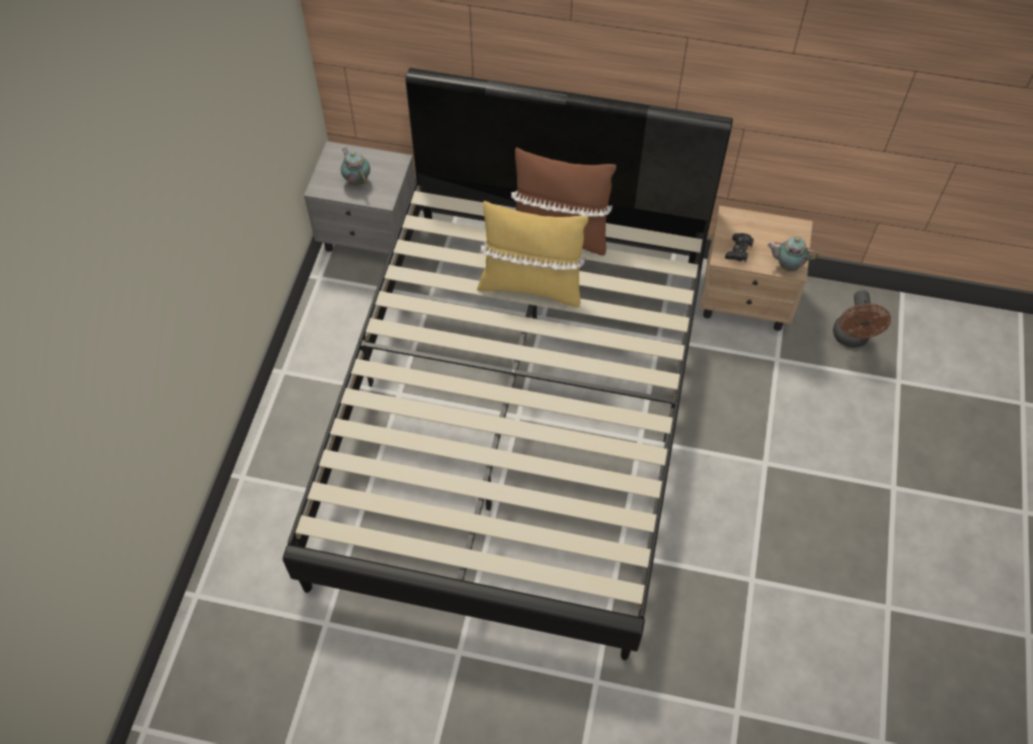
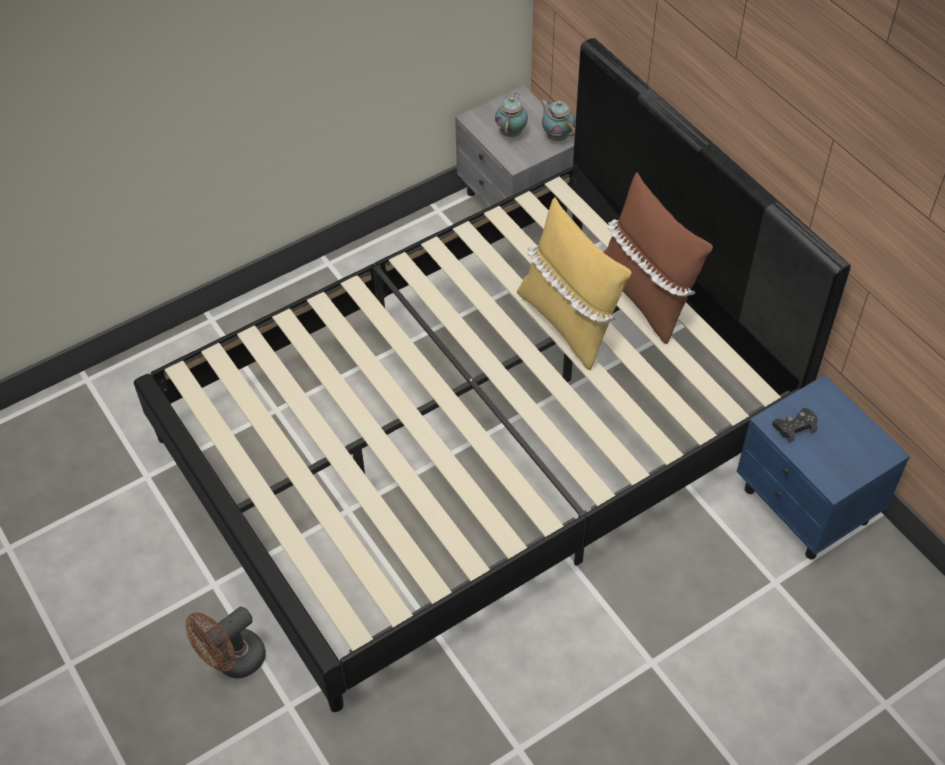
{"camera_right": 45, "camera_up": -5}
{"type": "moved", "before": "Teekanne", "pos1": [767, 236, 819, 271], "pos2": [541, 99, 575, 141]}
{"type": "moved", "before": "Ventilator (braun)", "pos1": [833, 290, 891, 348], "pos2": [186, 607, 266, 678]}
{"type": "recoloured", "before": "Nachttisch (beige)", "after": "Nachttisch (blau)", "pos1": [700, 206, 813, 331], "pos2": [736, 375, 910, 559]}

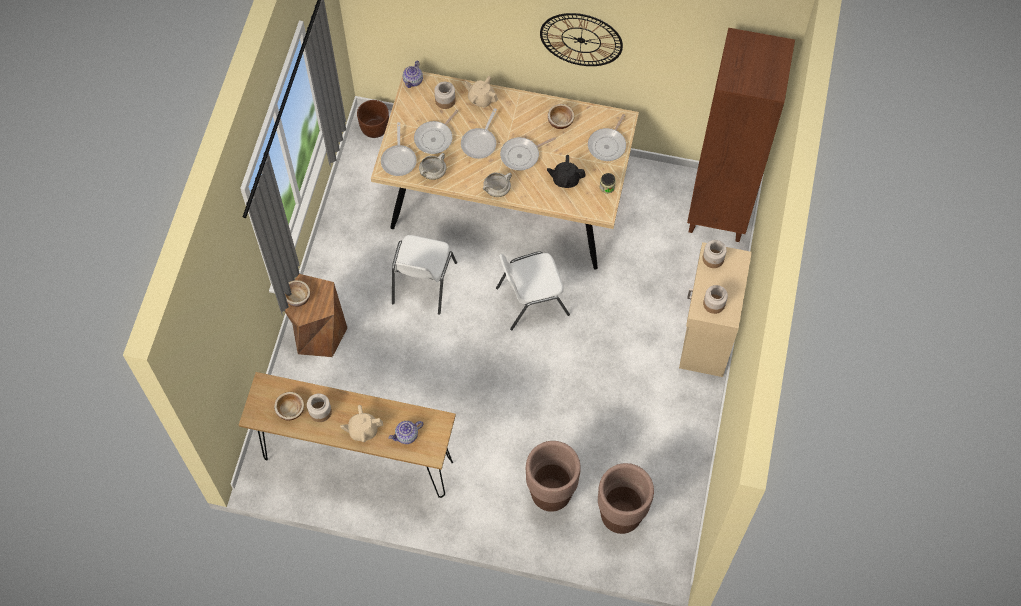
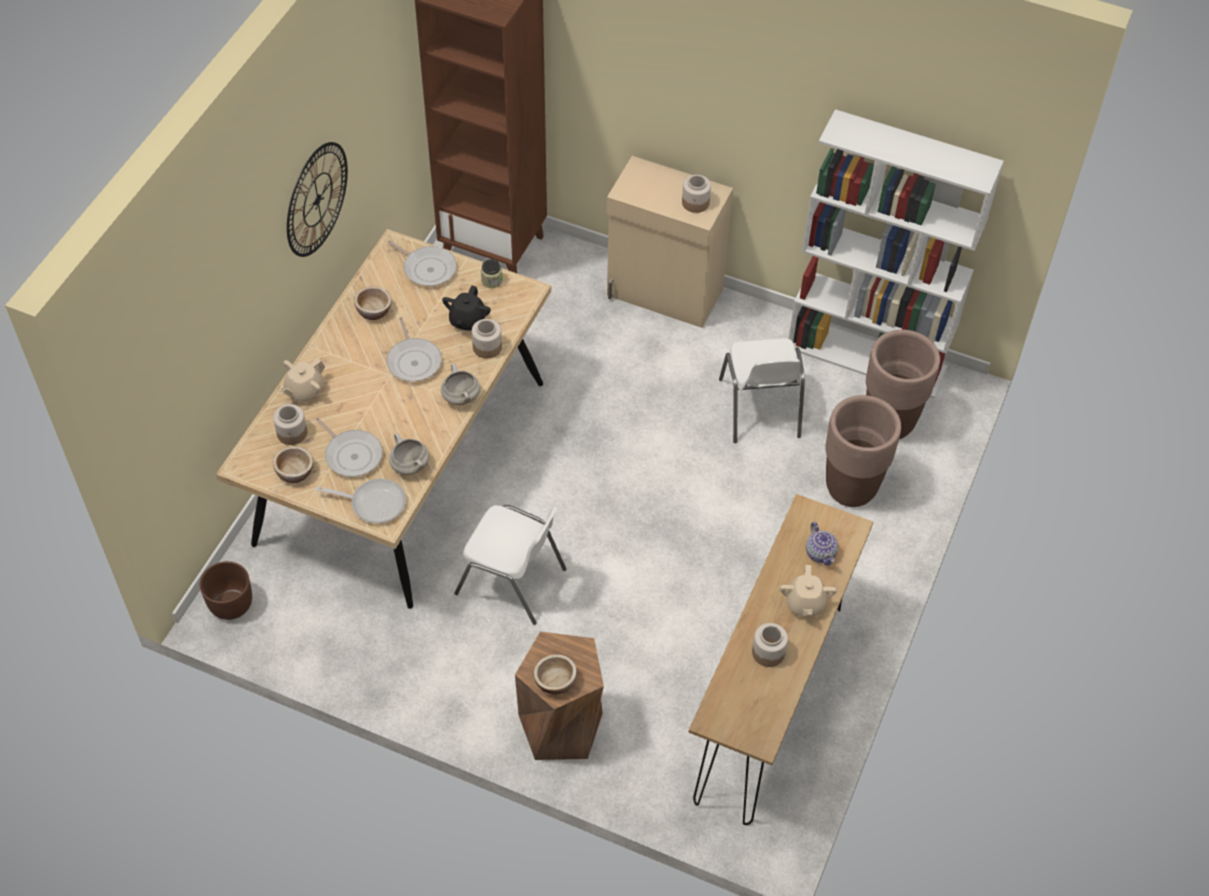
{"camera_right": -80, "camera_up": -10}
{"type": "removed", "before": "Teekanne", "pos1": [403, 61, 423, 88]}
{"type": "removed", "before": "Pfanne", "pos1": [461, 108, 497, 159]}
{"type": "added", "after": "Bücherregal (weiß)", "pos2": [789, 109, 1004, 398]}
{"type": "moved", "before": "Schüssel", "pos1": [274, 392, 304, 420], "pos2": [273, 446, 313, 483]}
{"type": "moved", "before": "Stuhl (weiß)", "pos1": [496, 252, 570, 330], "pos2": [719, 338, 805, 443]}
{"type": "moved", "before": "Vorratsglas", "pos1": [702, 240, 727, 268], "pos2": [472, 319, 502, 359]}

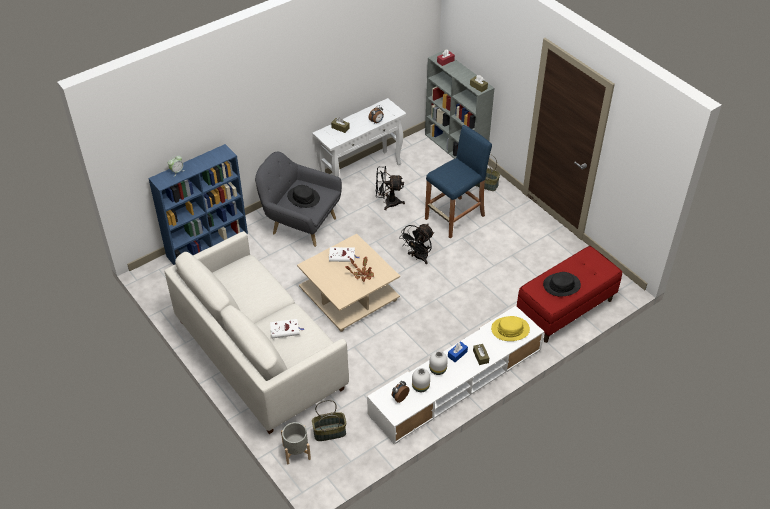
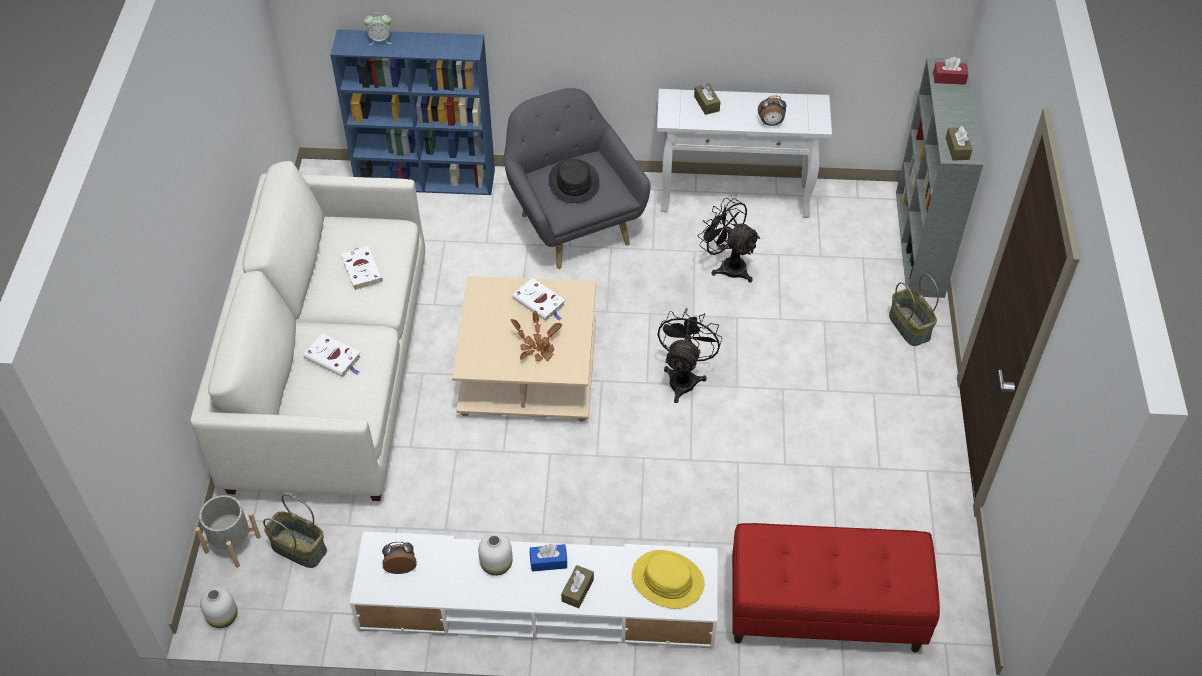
{"camera_right": 40, "camera_up": 5}
{"type": "removed", "before": "Hocker (blau)", "pos1": [425, 125, 492, 239]}
{"type": "removed", "before": "Hut (schwarz)", "pos1": [543, 272, 581, 296]}
{"type": "added", "after": "Buch (weiß)", "pos2": [341, 246, 383, 290]}
{"type": "moved", "before": "Vase (weiß)", "pos1": [412, 368, 430, 392], "pos2": [200, 586, 237, 628]}
{"type": "turned", "before": "Ventilator (schwarz)", "pos1": [399, 224, 434, 264], "pos2": [657, 308, 722, 403], "turn": 120}

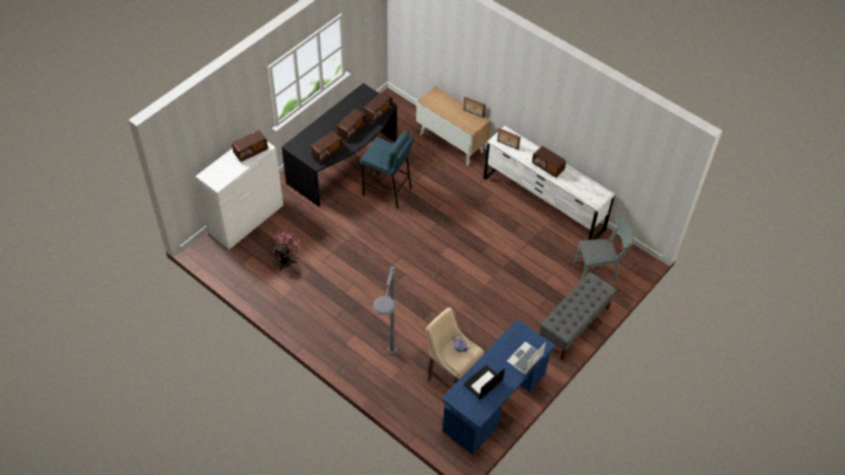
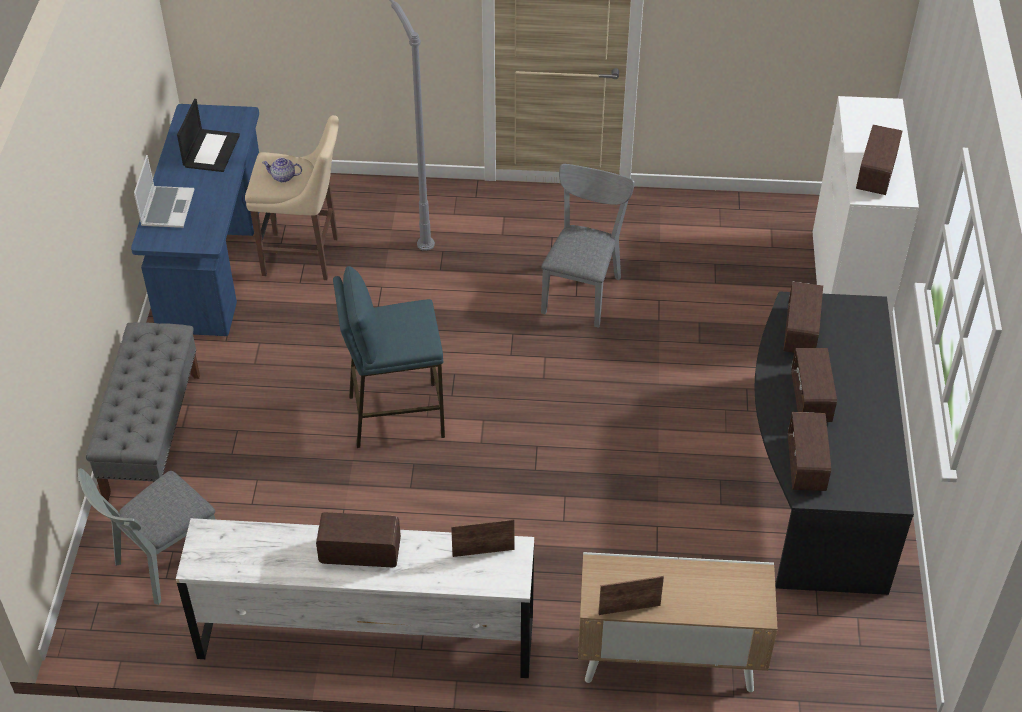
{"camera_right": 145, "camera_up": -5}
{"type": "removed", "before": "Ventilator (rosa)", "pos1": [273, 230, 302, 271]}
{"type": "added", "after": "Stuhl (grau)", "pos2": [541, 164, 635, 328]}
{"type": "moved", "before": "Hocker (blau)", "pos1": [361, 130, 414, 209], "pos2": [333, 266, 445, 448]}

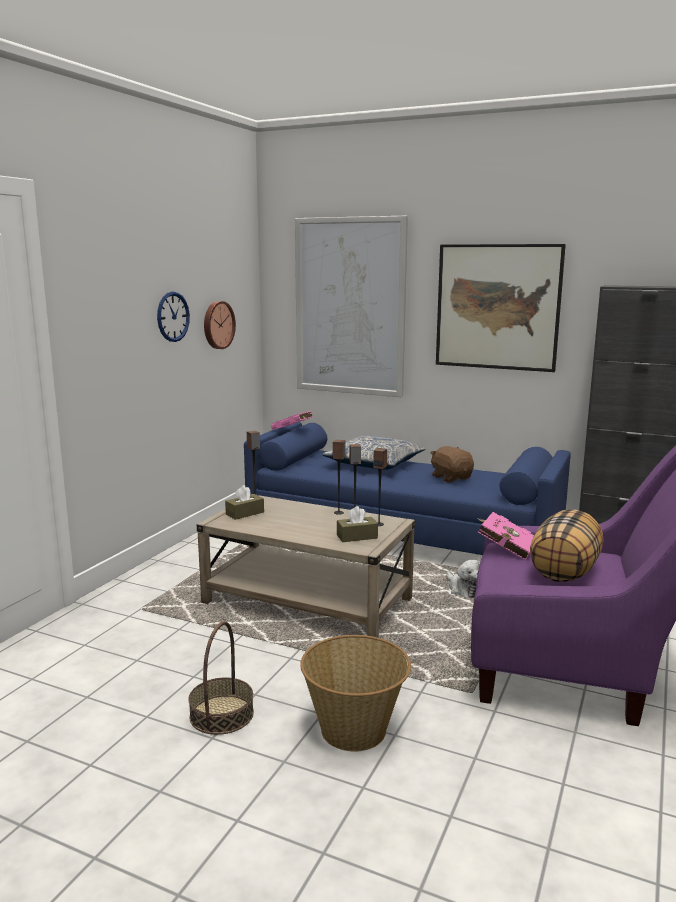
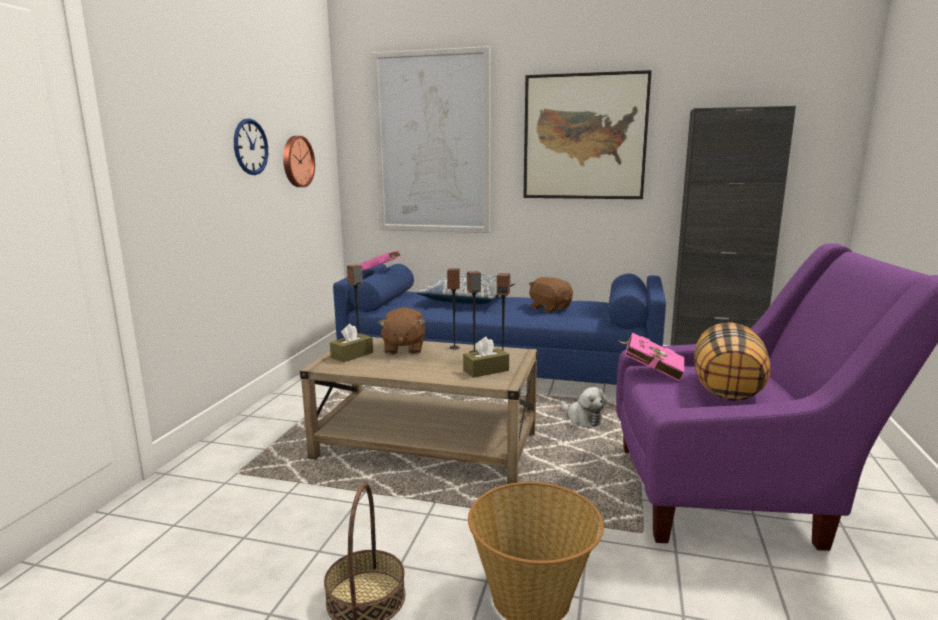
{"camera_right": -10, "camera_up": 0}
{"type": "added", "after": "Plüschtier (braun)", "pos2": [378, 307, 425, 354]}

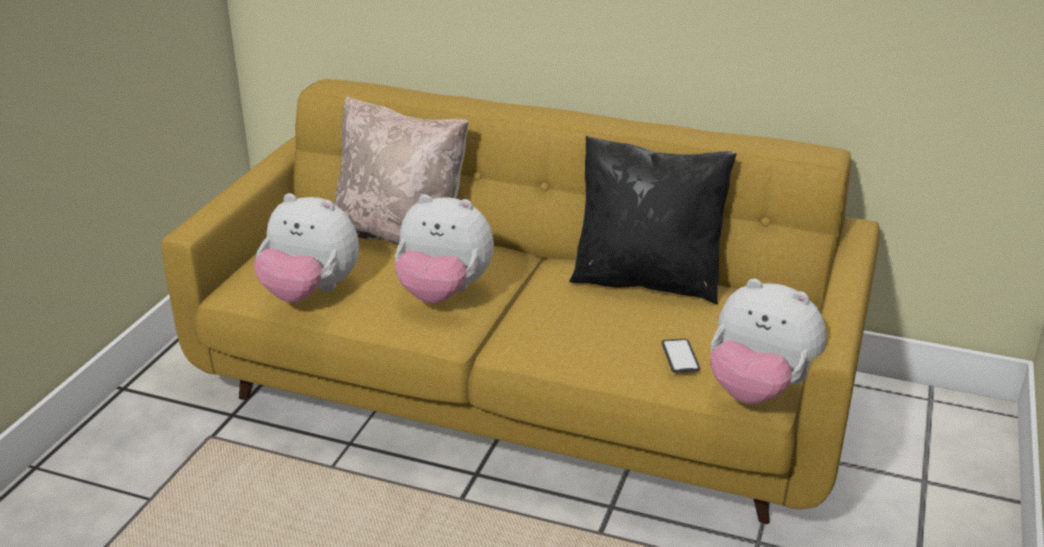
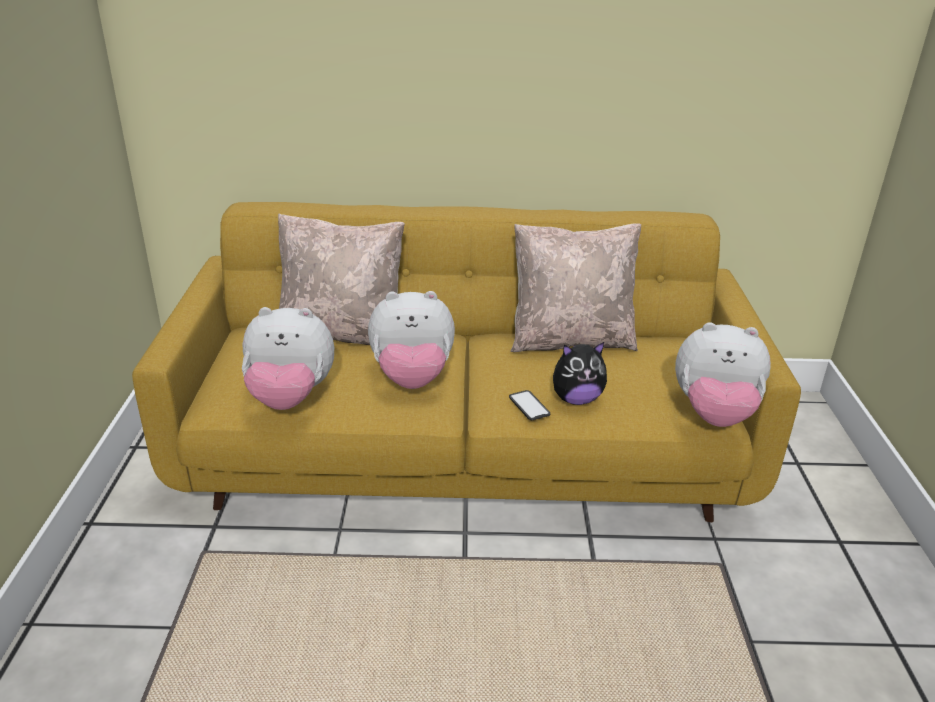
{"camera_right": -20, "camera_up": 0}
{"type": "added", "after": "Plüschtier", "pos2": [553, 342, 607, 405]}
{"type": "moved", "before": "Handy", "pos1": [662, 339, 700, 373], "pos2": [509, 390, 550, 420]}
{"type": "recoloured", "before": "Kissen (schwarz)", "after": "Kissen (beige)", "pos1": [569, 136, 736, 304], "pos2": [510, 223, 641, 352]}

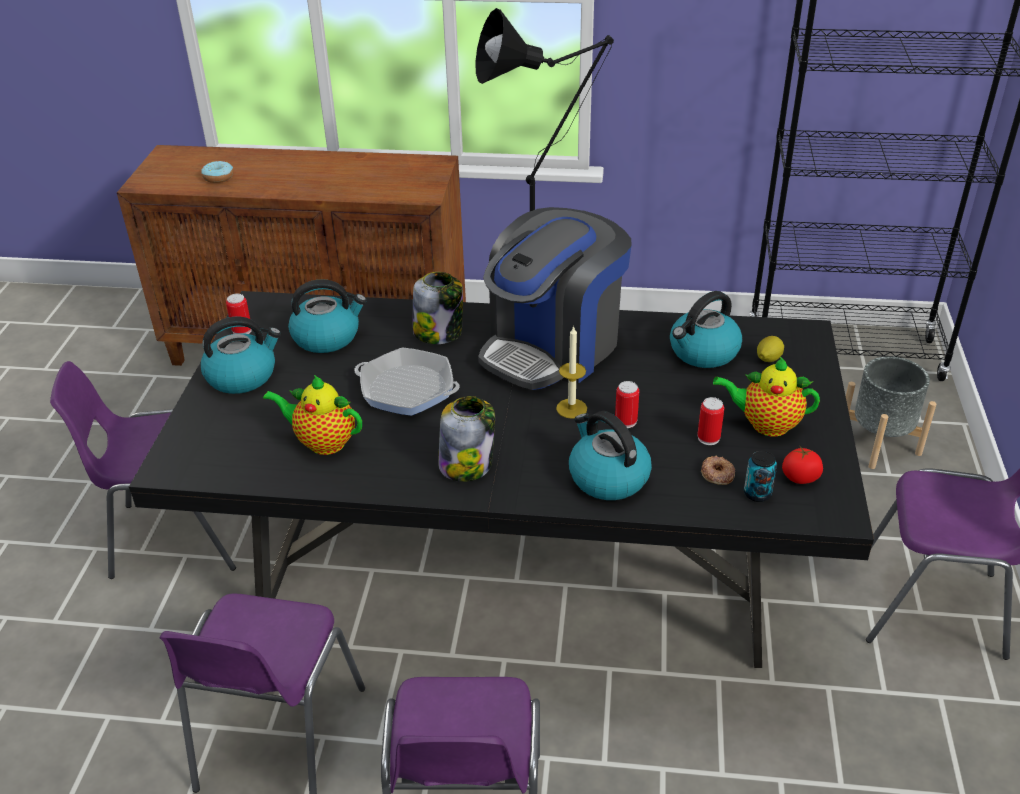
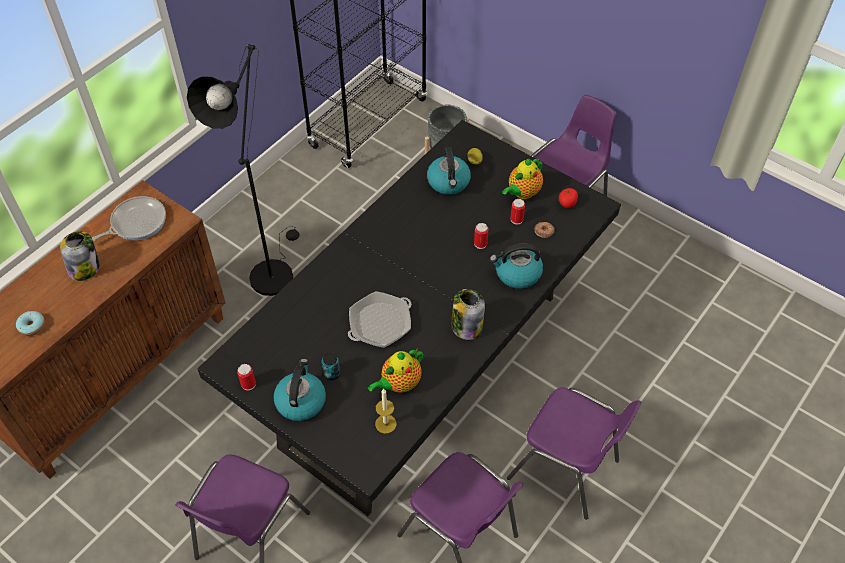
{"camera_right": -60, "camera_up": 15}
{"type": "removed", "before": "Wasserkessel", "pos1": [288, 279, 367, 353]}
{"type": "removed", "before": "Kaffeemaschine", "pos1": [478, 207, 631, 390]}
{"type": "added", "after": "Pfanne", "pos2": [92, 196, 166, 241]}
{"type": "moved", "before": "Vorratsglas", "pos1": [413, 272, 463, 344], "pos2": [60, 231, 100, 281]}
{"type": "moved", "before": "Kerze", "pos1": [556, 325, 587, 419], "pos2": [375, 389, 397, 434]}
{"type": "moved", "before": "Dose", "pos1": [744, 451, 777, 502], "pos2": [322, 353, 340, 380]}

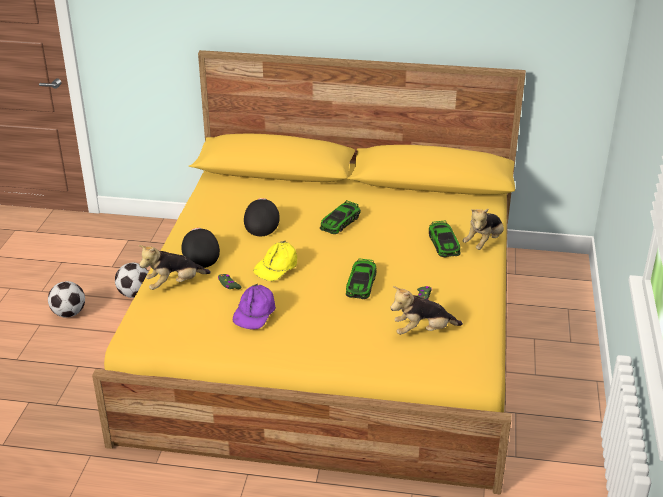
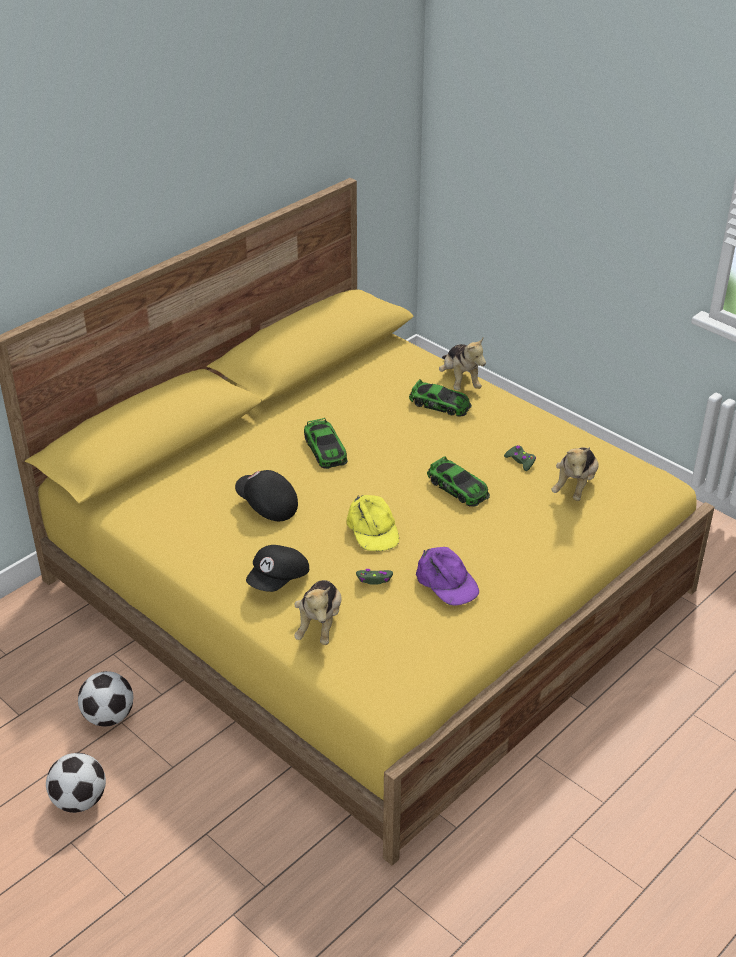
{"camera_right": -55, "camera_up": 5}
{"type": "turned", "before": "Kappe (schwarz)", "pos1": [181, 228, 220, 268], "pos2": [246, 545, 309, 592], "turn": -75}

